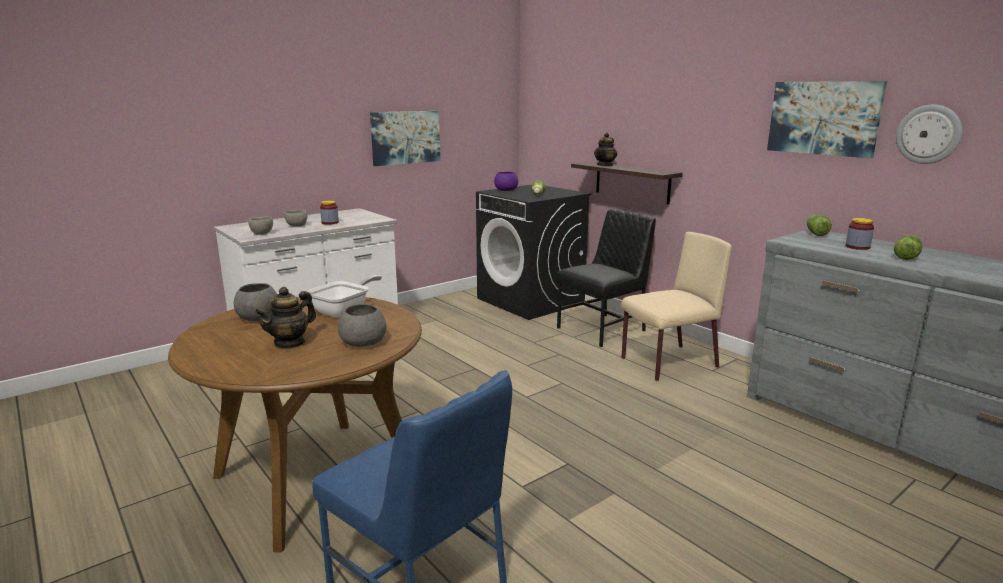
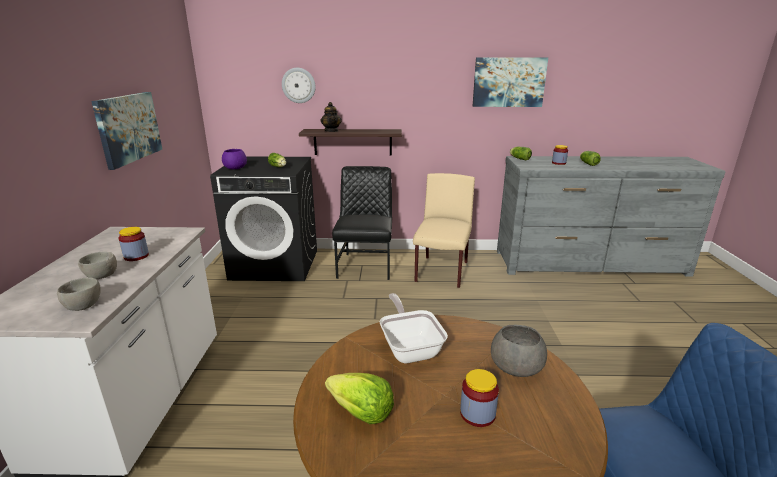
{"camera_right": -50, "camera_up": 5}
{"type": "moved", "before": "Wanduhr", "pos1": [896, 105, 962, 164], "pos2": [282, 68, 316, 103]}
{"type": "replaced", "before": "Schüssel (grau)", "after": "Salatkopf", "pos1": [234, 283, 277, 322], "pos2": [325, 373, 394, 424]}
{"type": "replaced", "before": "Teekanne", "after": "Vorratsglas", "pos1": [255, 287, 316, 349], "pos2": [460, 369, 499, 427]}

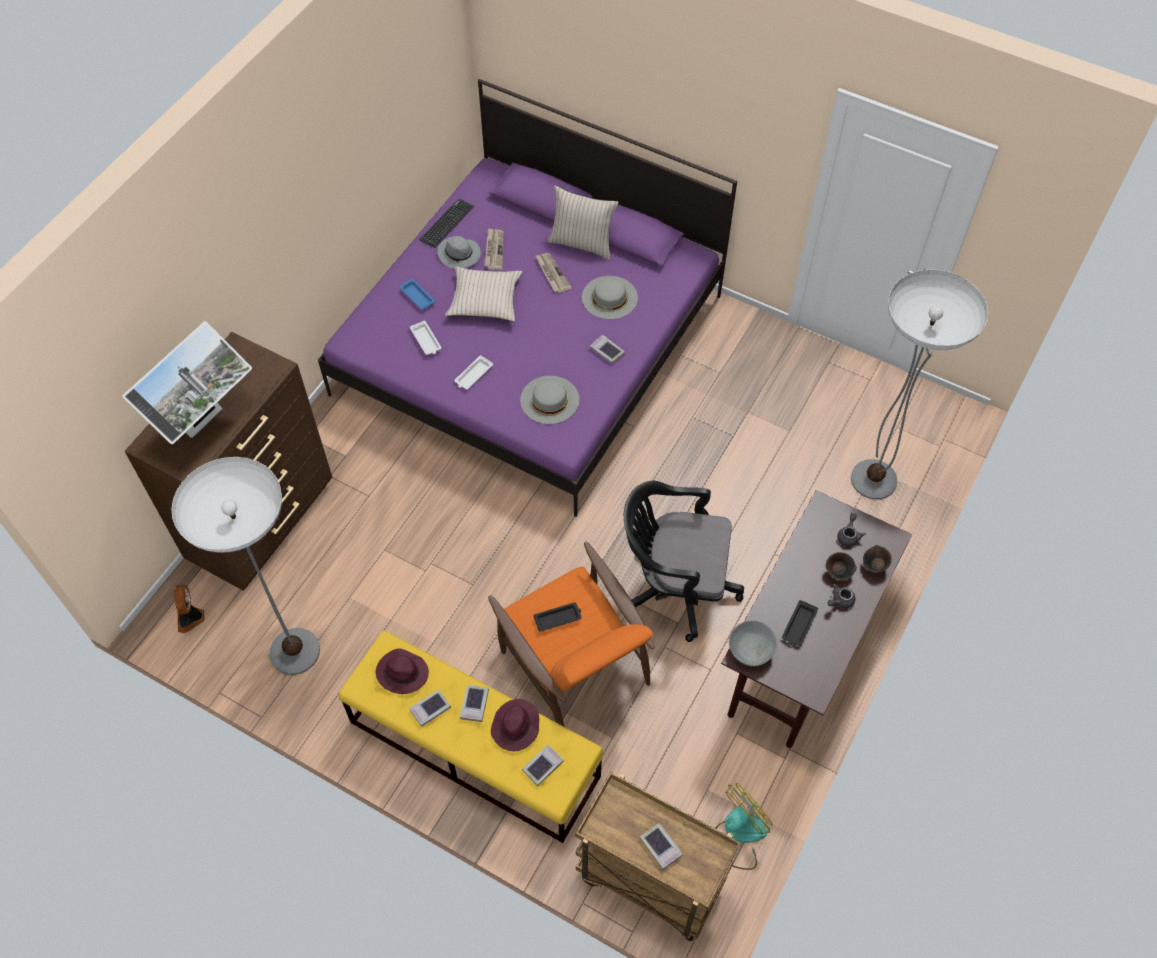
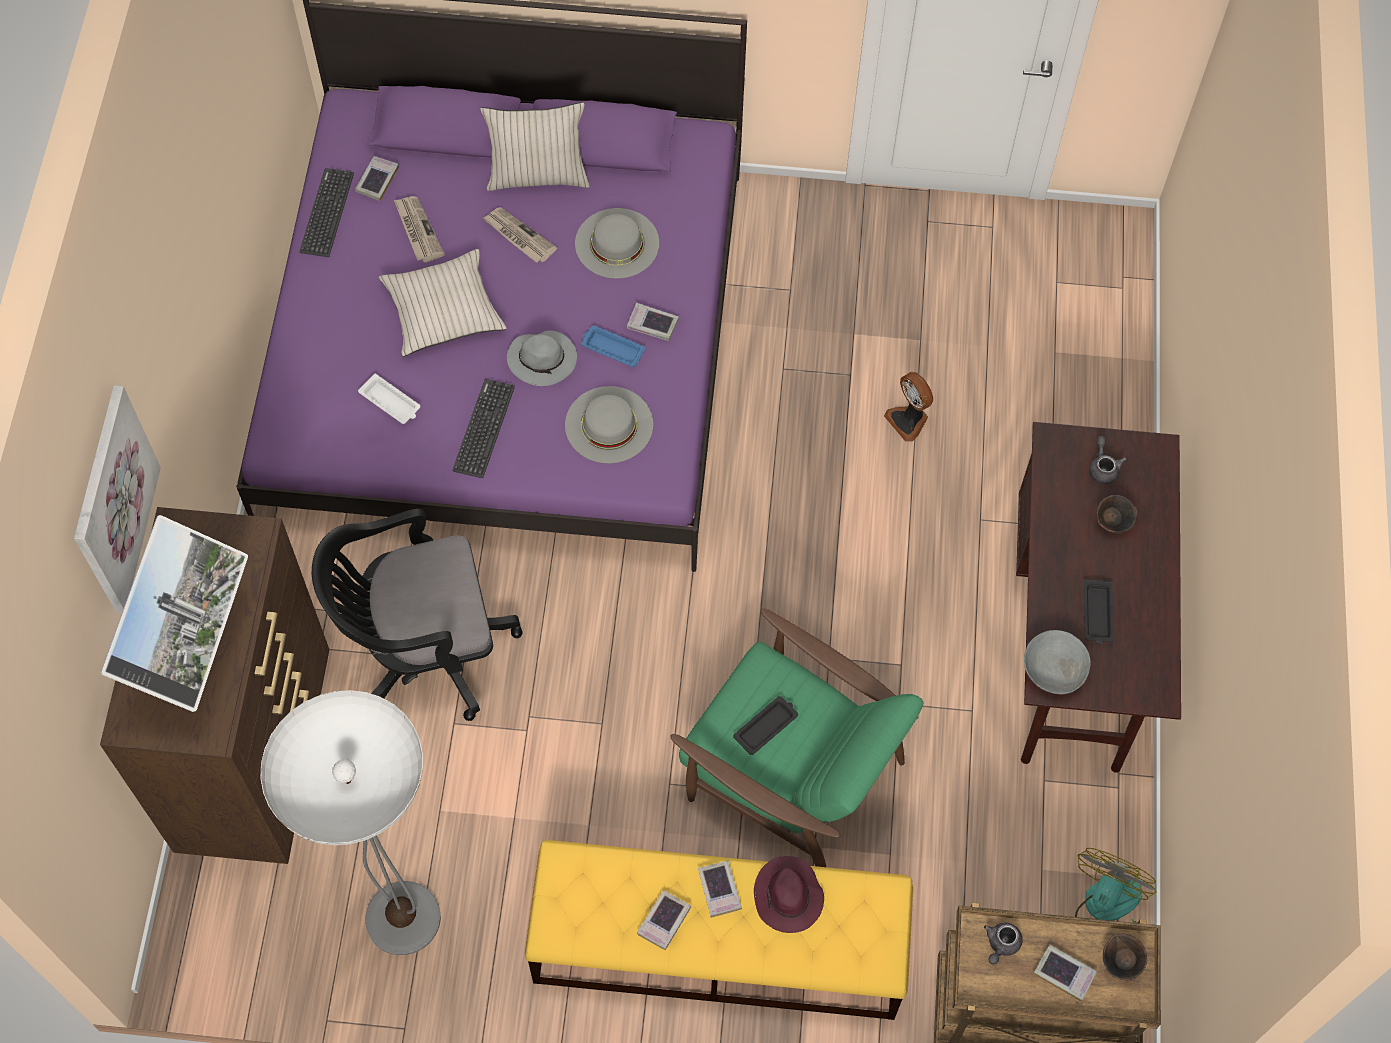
{"camera_right": -25, "camera_up": 5}
{"type": "removed", "before": "Hut (lila)", "pos1": [376, 649, 429, 694]}
{"type": "removed", "before": "Stehlampe", "pos1": [851, 270, 988, 500]}
{"type": "added", "after": "Bild", "pos2": [74, 385, 161, 612]}
{"type": "moved", "before": "Ventilator", "pos1": [174, 585, 204, 633], "pos2": [884, 372, 933, 442]}
{"type": "moved", "before": "Tablett (blau)", "pos1": [399, 279, 435, 310], "pos2": [581, 325, 646, 367]}
{"type": "moved", "before": "Hut (grau)", "pos1": [437, 236, 481, 269], "pos2": [507, 331, 577, 386]}
{"type": "moved", "before": "Buch", "pos1": [522, 745, 564, 786], "pos2": [355, 156, 399, 201]}
{"type": "moved", "before": "Bürostuhl (schwarz)", "pos1": [624, 481, 744, 642], "pos2": [312, 509, 523, 721]}
{"type": "moved", "before": "Teekanne (grau)", "pos1": [828, 583, 855, 608], "pos2": [984, 923, 1023, 965]}
{"type": "moved", "before": "Schüssel (braun)", "pos1": [863, 545, 892, 573], "pos2": [1103, 934, 1147, 981]}
{"type": "replaced", "before": "Tablett (weiß)", "after": "Tastatur", "pos1": [454, 355, 493, 390], "pos2": [452, 379, 515, 478]}
{"type": "recoloured", "before": "Sessel (orange)", "after": "Sessel (grün)", "pos1": [488, 542, 654, 726], "pos2": [670, 608, 923, 867]}

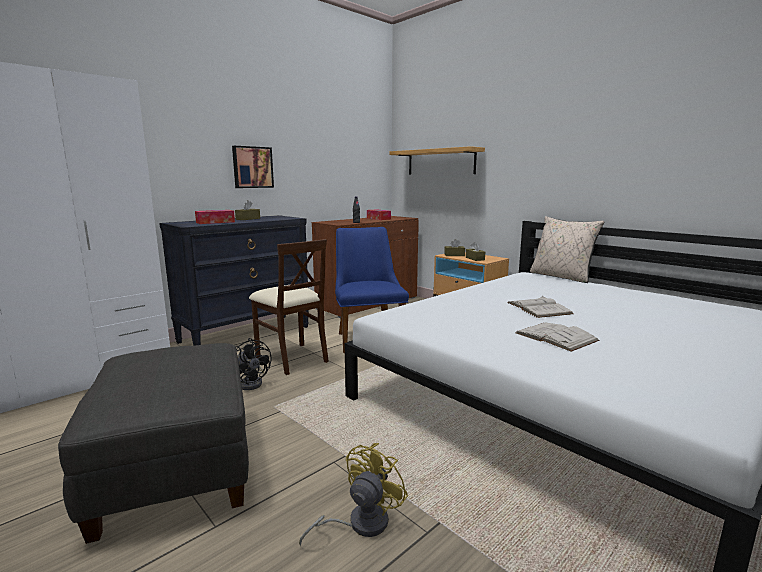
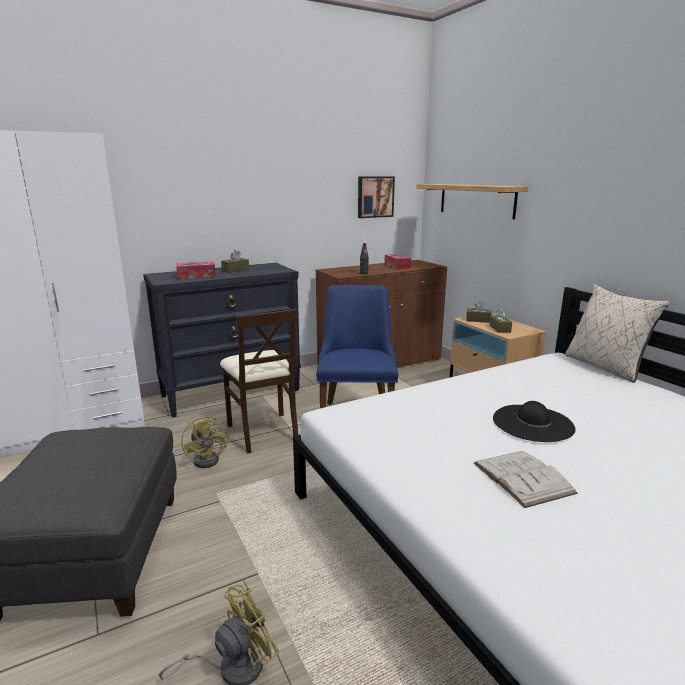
{"camera_right": 15, "camera_up": 5}
{"type": "moved", "before": "Bild", "pos1": [232, 146, 274, 188], "pos2": [358, 176, 395, 218]}
{"type": "replaced", "before": "Buch (weiß)", "after": "Hut (schwarz)", "pos1": [507, 296, 573, 318], "pos2": [493, 401, 575, 442]}
{"type": "recoloured", "before": "Ventilator (schwarz)", "after": "Ventilator (gelb)", "pos1": [236, 338, 271, 390], "pos2": [181, 414, 229, 468]}

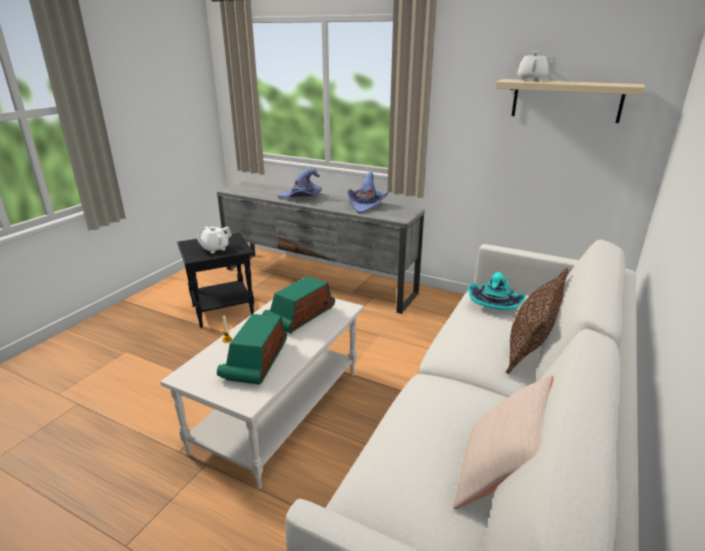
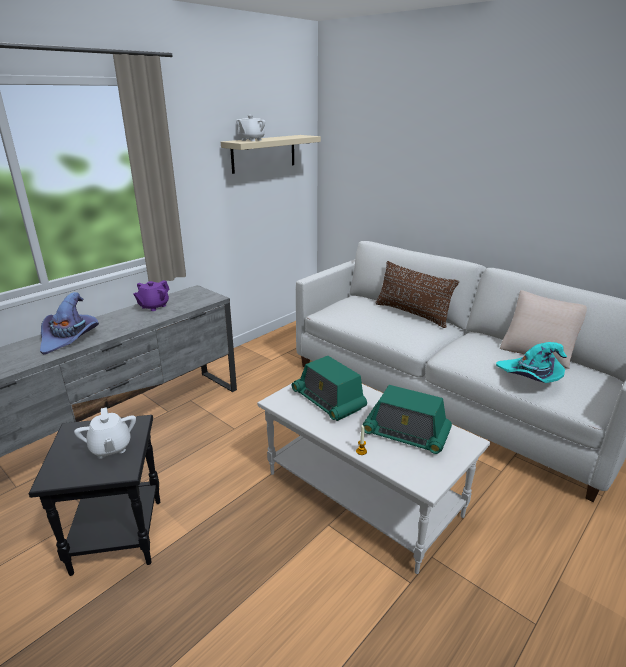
{"camera_right": -75, "camera_up": 0}
{"type": "moved", "before": "Hut (türkis)", "pos1": [468, 272, 526, 310], "pos2": [496, 342, 567, 383]}
{"type": "replaced", "before": "Hut (lila)", "after": "Teekanne (lila)", "pos1": [347, 172, 388, 214], "pos2": [133, 280, 169, 311]}

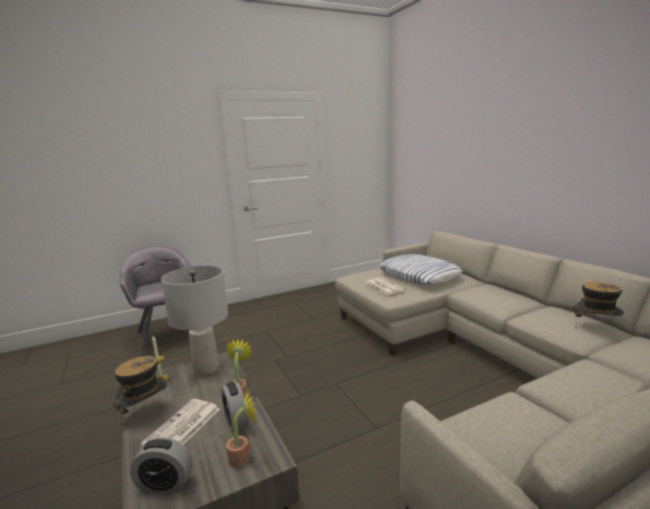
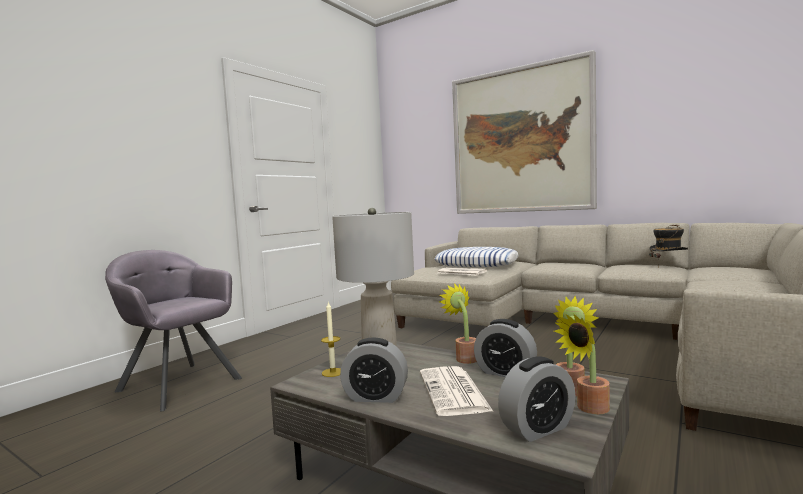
{"camera_right": -30, "camera_up": -10}
{"type": "added", "after": "Bild", "pos2": [452, 50, 597, 214]}
{"type": "added", "after": "Topfpflanze", "pos2": [554, 313, 610, 414]}
{"type": "replaced", "before": "Hut", "after": "Wecker", "pos1": [113, 356, 167, 429], "pos2": [340, 337, 408, 403]}

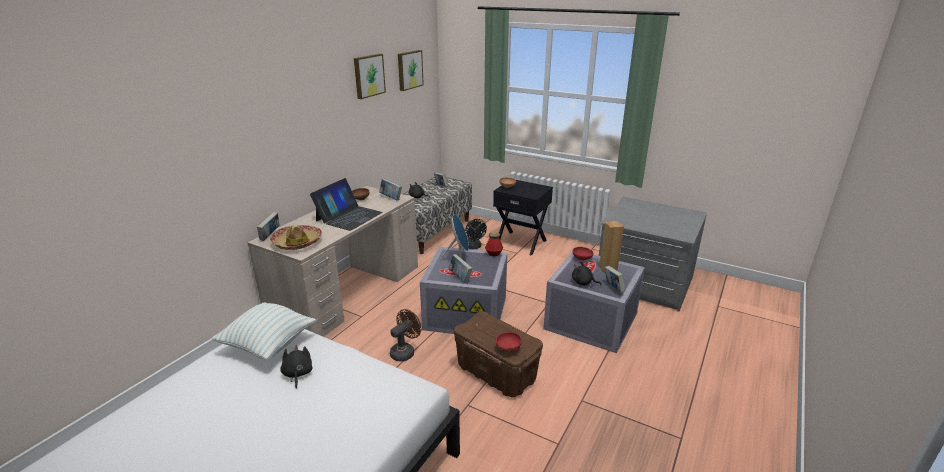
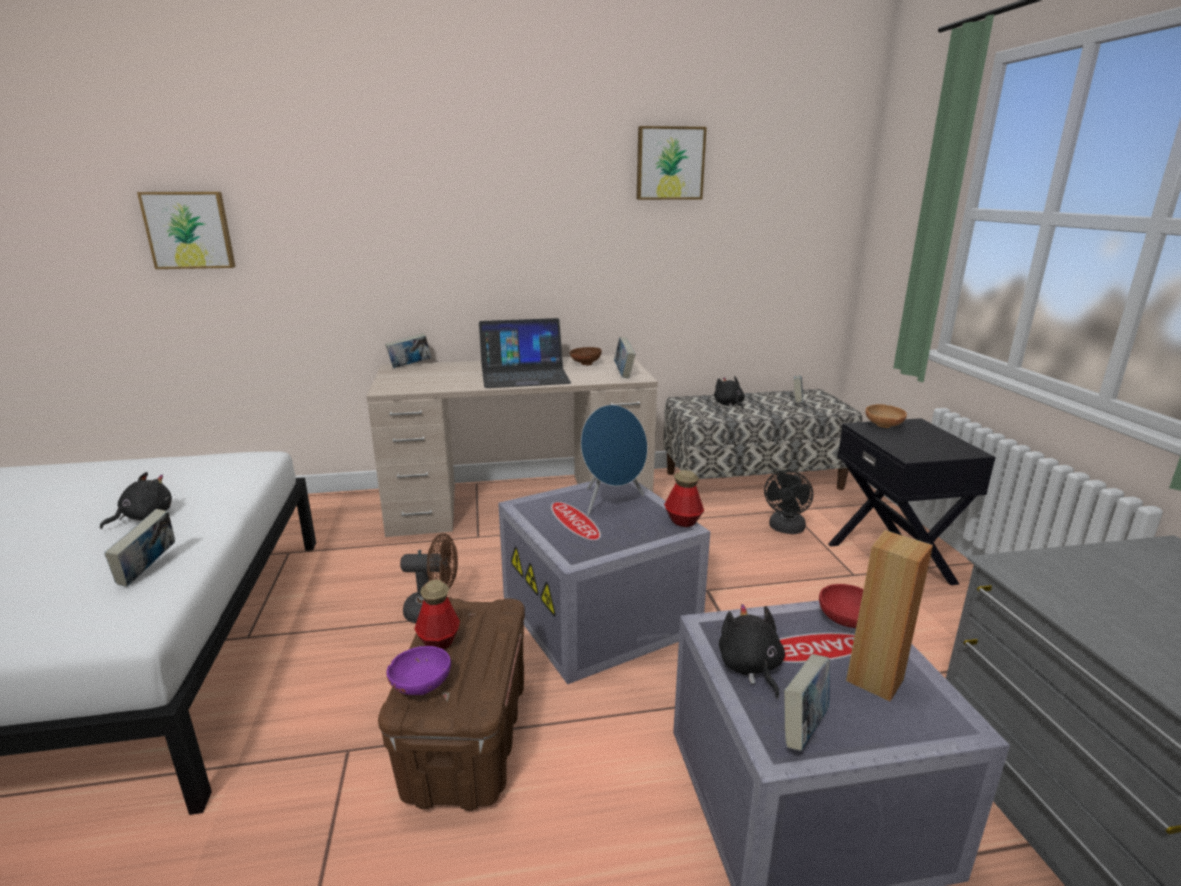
{"camera_right": 50, "camera_up": -5}
{"type": "removed", "before": "Kissen", "pos1": [212, 302, 317, 360]}
{"type": "removed", "before": "Hut", "pos1": [270, 225, 322, 250]}
{"type": "added", "after": "Flasche", "pos2": [415, 580, 460, 650]}
{"type": "moved", "before": "Bild", "pos1": [398, 50, 424, 91], "pos2": [137, 192, 236, 269]}
{"type": "moved", "before": "Buch", "pos1": [449, 254, 473, 283], "pos2": [104, 509, 175, 587]}
{"type": "recoloured", "before": "Schüssel (rot)", "after": "Schüssel (lila)", "pos1": [496, 332, 522, 352], "pos2": [387, 646, 451, 695]}

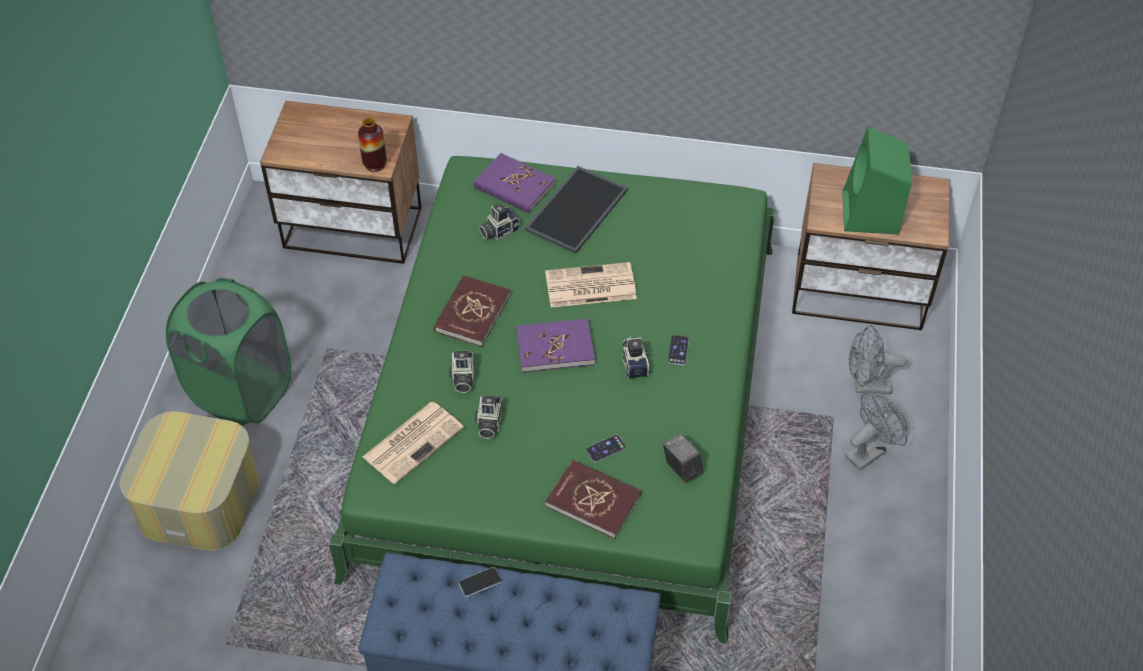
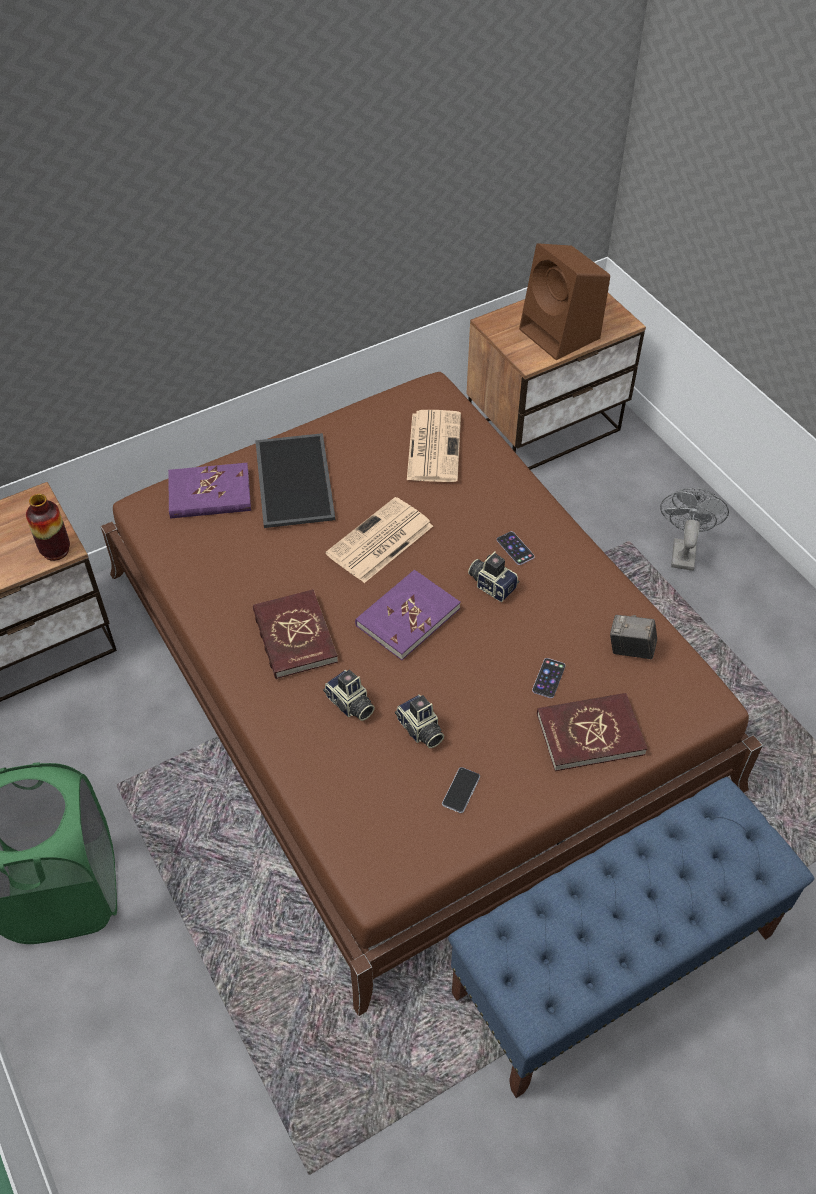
{"camera_right": -40, "camera_up": 0}
{"type": "removed", "before": "Polsterhocker", "pos1": [120, 412, 260, 551]}
{"type": "removed", "before": "Kamera", "pos1": [479, 203, 520, 240]}
{"type": "removed", "before": "Ventilator (grau)", "pos1": [849, 325, 907, 394]}
{"type": "moved", "before": "Zeitung", "pos1": [363, 402, 464, 484], "pos2": [407, 410, 461, 482]}
{"type": "moved", "before": "Handy", "pos1": [458, 567, 502, 597], "pos2": [442, 767, 480, 813]}
{"type": "recoloured", "before": "Bett (grün)", "after": "Bett (braun)", "pos1": [329, 156, 776, 644], "pos2": [101, 372, 763, 1016]}
{"type": "recoloured", "before": "Lautsprecher (grün)", "after": "Lautsprecher (braun)", "pos1": [843, 127, 912, 234], "pos2": [519, 243, 610, 360]}

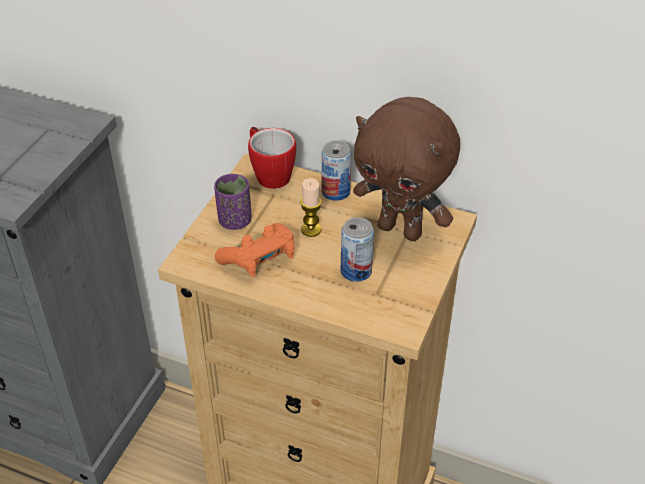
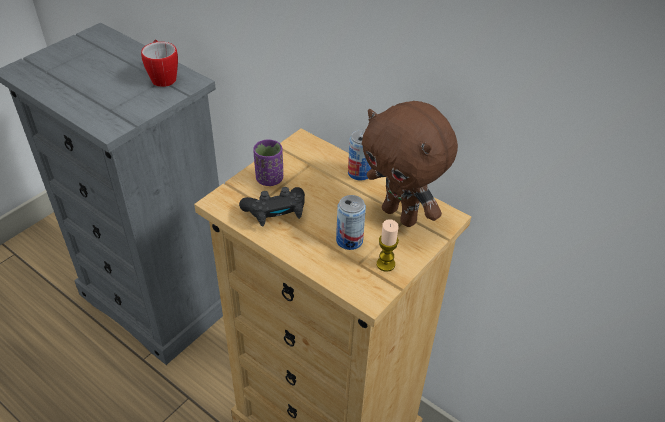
{"camera_right": 15, "camera_up": 0}
{"type": "moved", "before": "Henkelbecher", "pos1": [248, 127, 296, 189], "pos2": [141, 40, 178, 87]}
{"type": "moved", "before": "Kerze", "pos1": [300, 178, 322, 237], "pos2": [377, 219, 399, 272]}
{"type": "recoloured", "before": "Gamepad (orange)", "after": "Gamepad (schwarz)", "pos1": [215, 223, 295, 277], "pos2": [239, 187, 305, 226]}

